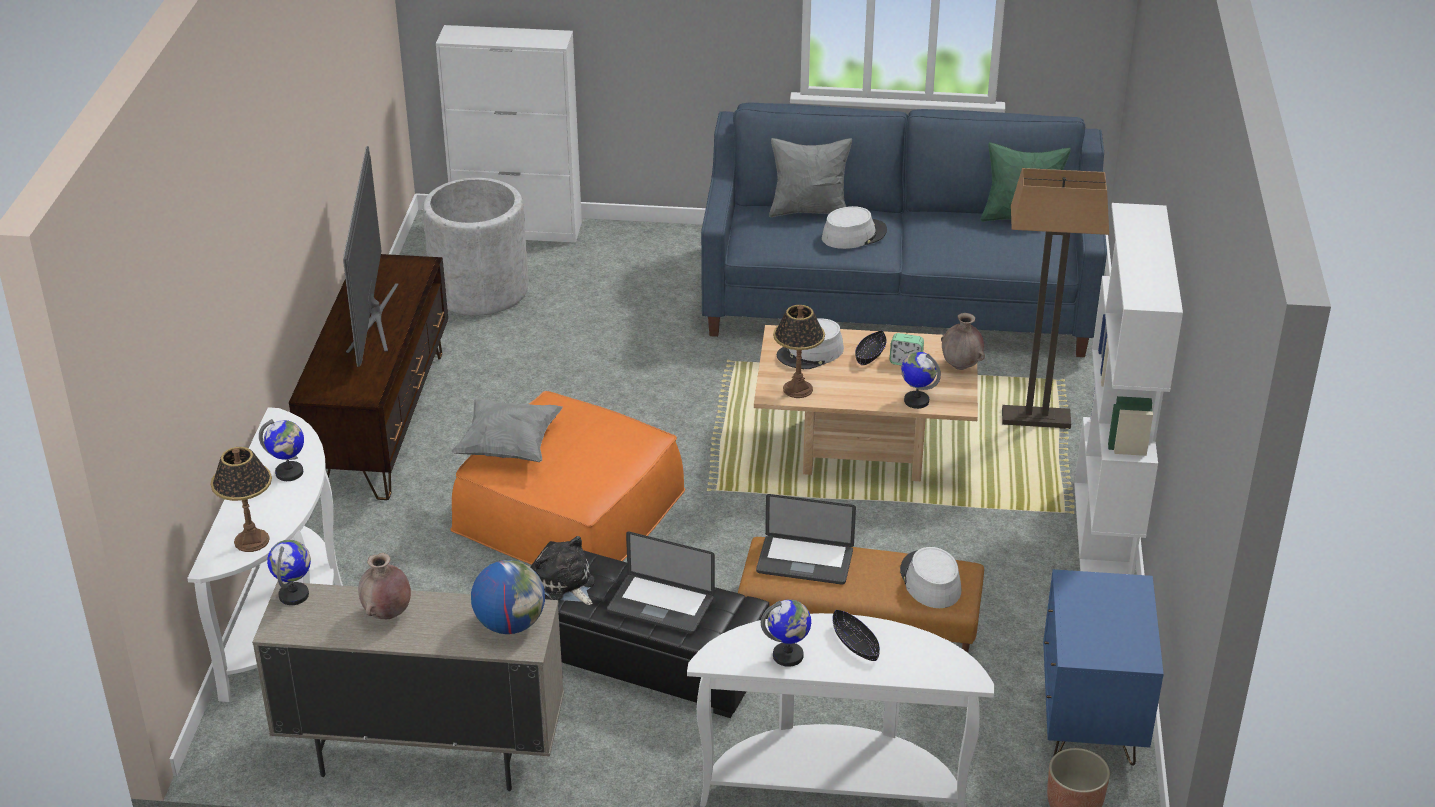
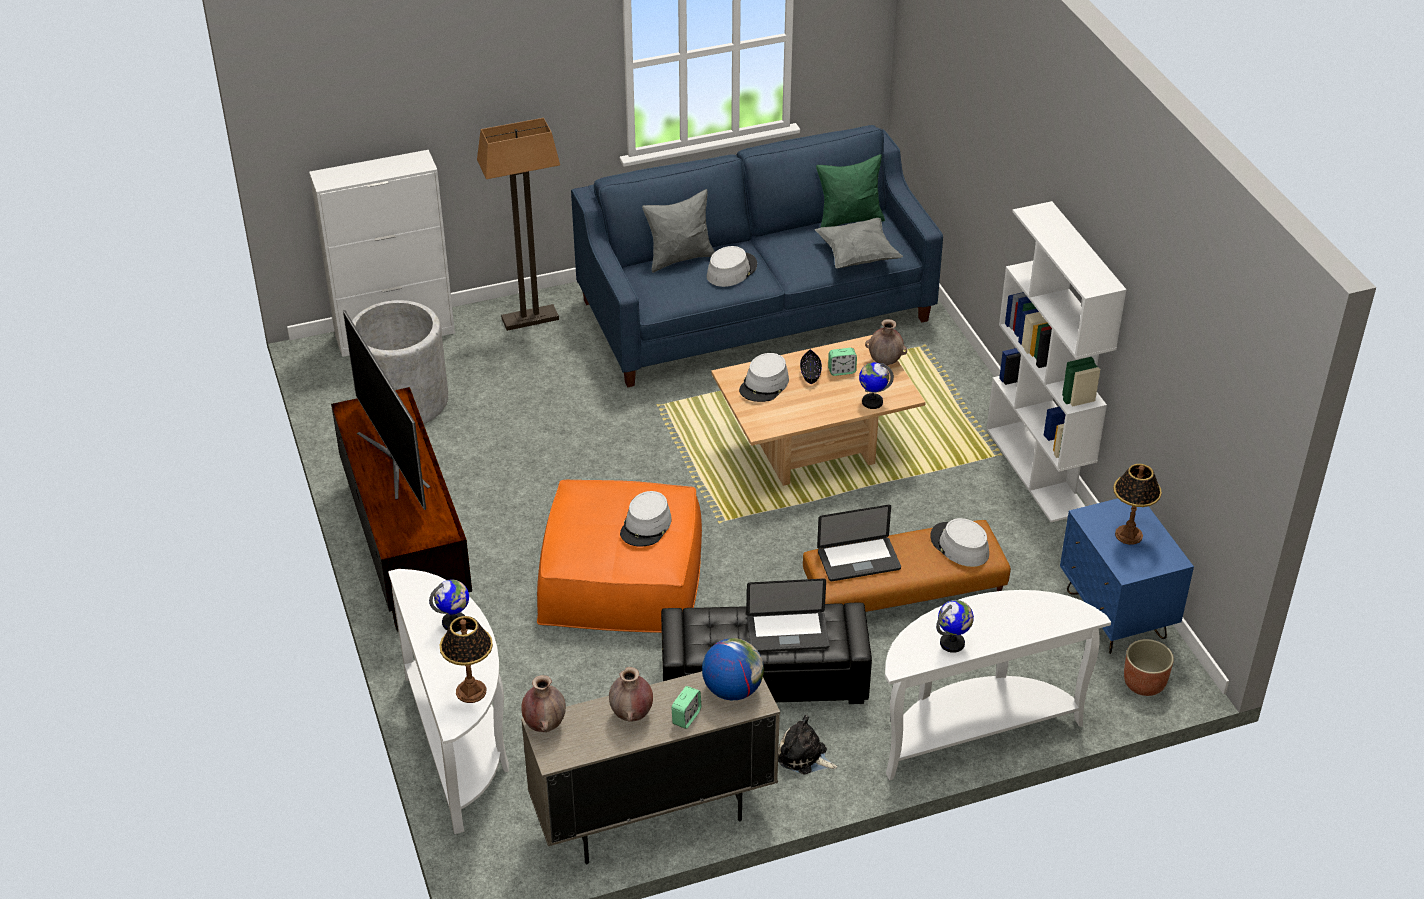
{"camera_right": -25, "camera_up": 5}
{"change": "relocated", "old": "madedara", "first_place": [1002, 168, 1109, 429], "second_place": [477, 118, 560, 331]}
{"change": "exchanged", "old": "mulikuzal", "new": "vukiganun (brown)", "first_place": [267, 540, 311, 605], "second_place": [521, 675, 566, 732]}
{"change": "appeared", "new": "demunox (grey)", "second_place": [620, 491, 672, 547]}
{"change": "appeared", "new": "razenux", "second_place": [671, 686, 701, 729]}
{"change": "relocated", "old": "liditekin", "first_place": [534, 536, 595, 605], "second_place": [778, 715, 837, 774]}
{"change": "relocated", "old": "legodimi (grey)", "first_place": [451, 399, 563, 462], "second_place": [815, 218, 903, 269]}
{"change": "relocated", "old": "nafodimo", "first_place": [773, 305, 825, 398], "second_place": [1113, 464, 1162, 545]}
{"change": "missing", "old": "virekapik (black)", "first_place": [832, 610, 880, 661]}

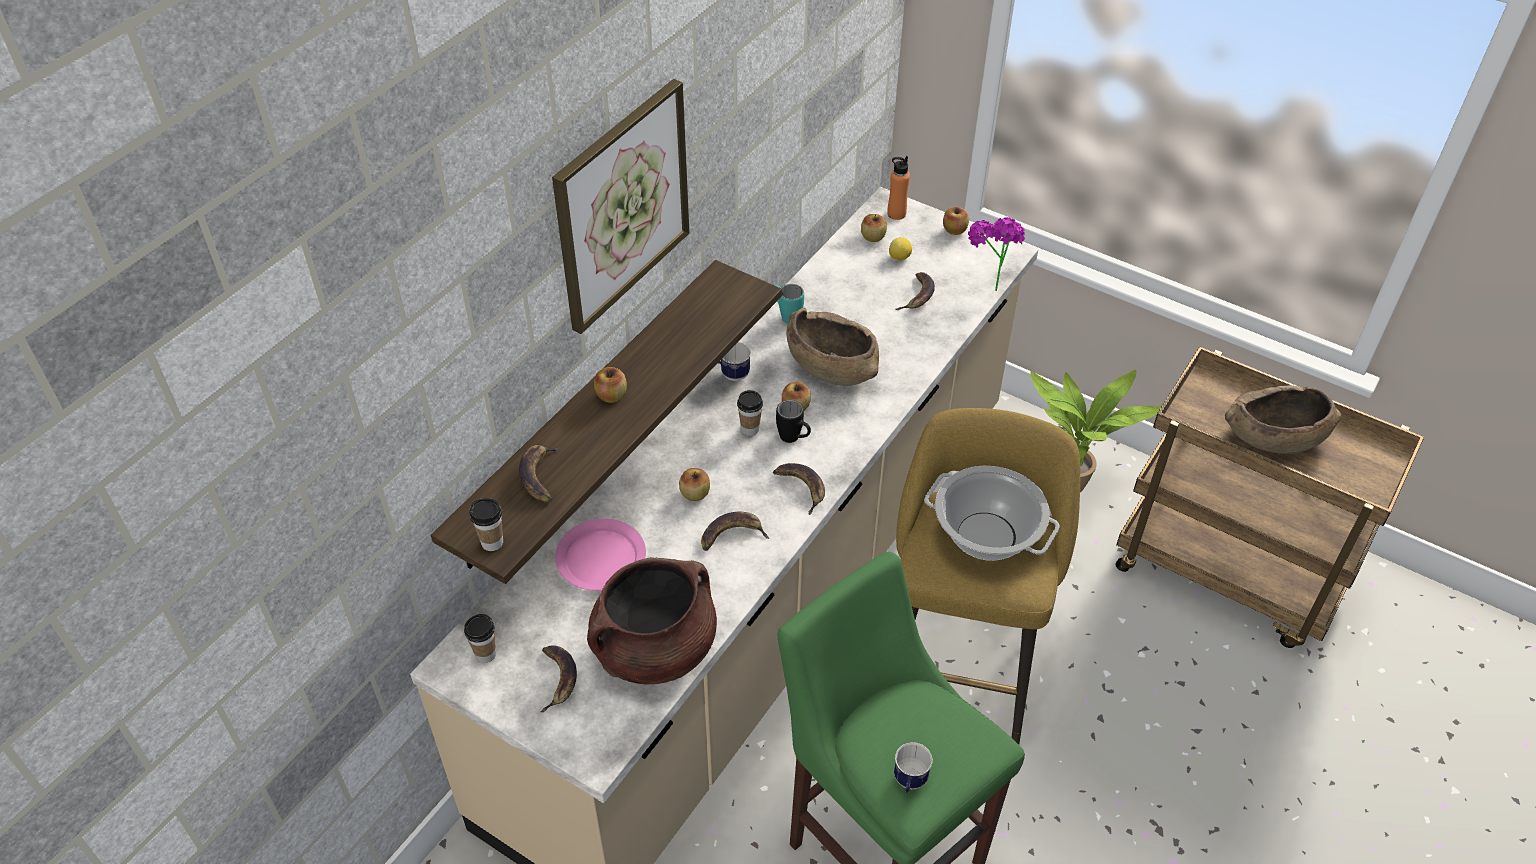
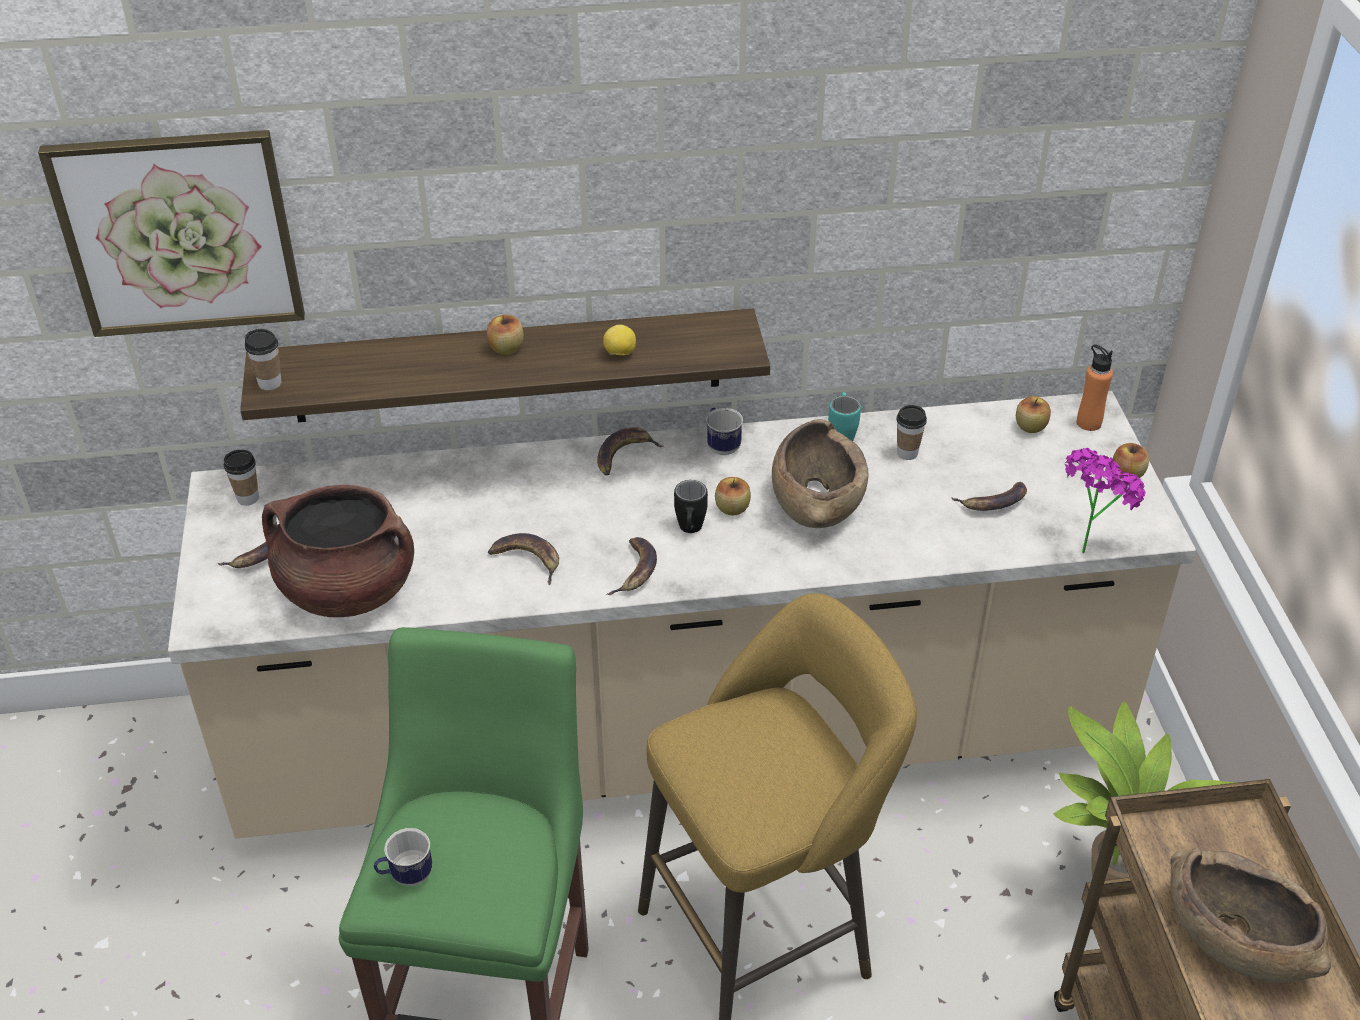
{"camera_right": 50, "camera_up": -5}
{"change": "relocated", "old": "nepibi", "first_place": [552, 79, 689, 334], "second_place": [38, 130, 305, 337]}
{"change": "relocated", "old": "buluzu", "first_place": [519, 445, 560, 502], "second_place": [597, 427, 663, 475]}
{"change": "relocated", "old": "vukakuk", "first_place": [889, 237, 912, 261], "second_place": [603, 325, 636, 355]}
{"change": "relocated", "old": "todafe", "first_place": [737, 390, 763, 436], "second_place": [896, 405, 927, 460]}
{"change": "missing", "old": "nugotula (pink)", "first_place": [555, 518, 646, 591]}
{"change": "missing", "old": "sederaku", "first_place": [679, 468, 710, 501]}
{"change": "missing", "old": "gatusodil", "first_place": [924, 466, 1060, 561]}

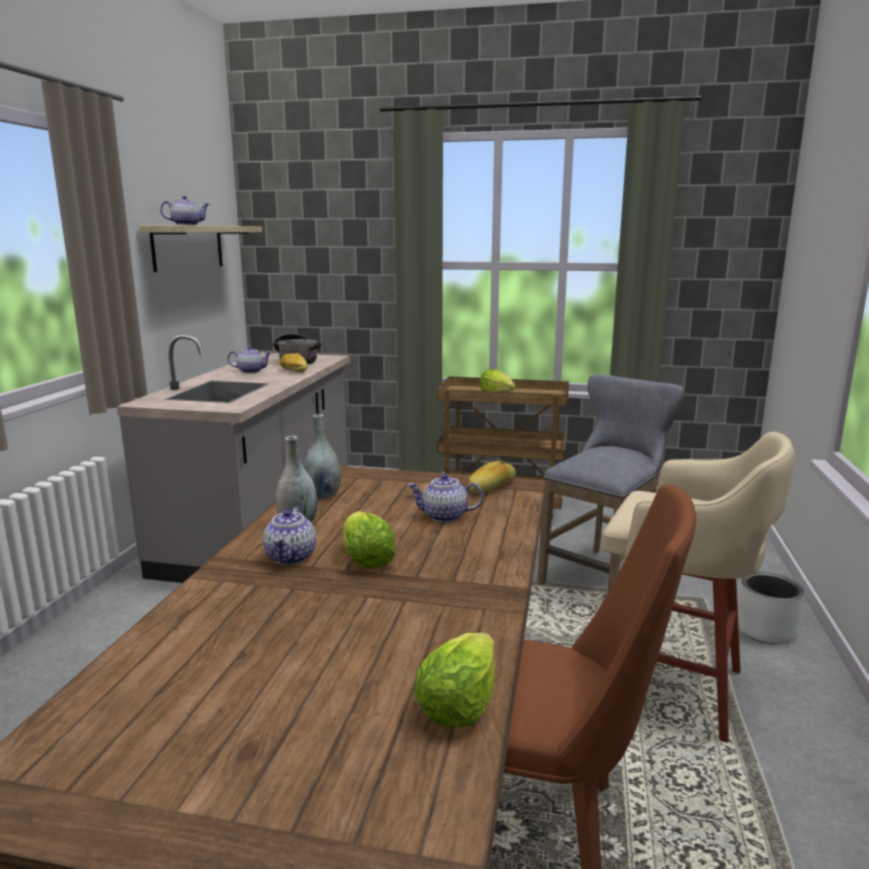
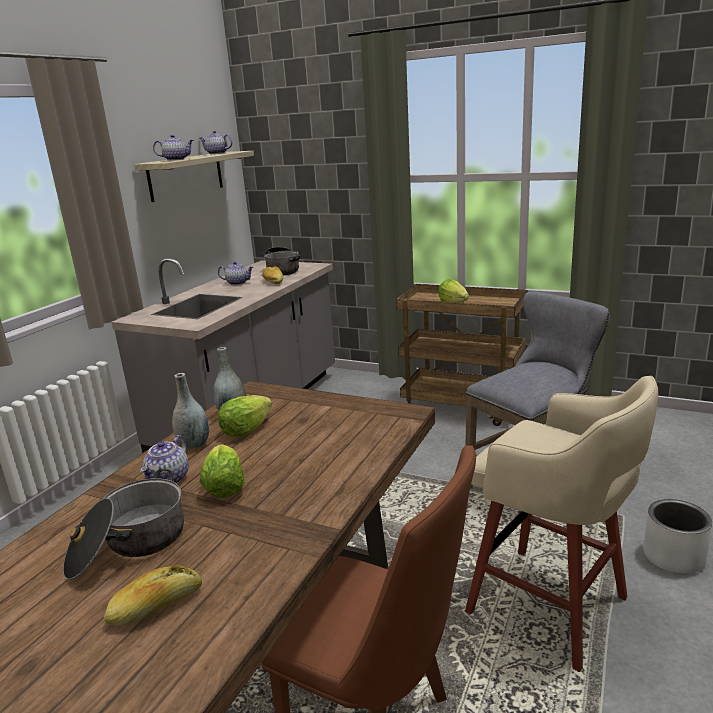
{"camera_right": 15, "camera_up": 5}
{"change": "appeared", "new": "gatusodil", "second_place": [63, 469, 184, 580]}
{"change": "relocated", "old": "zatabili", "first_place": [469, 460, 516, 494], "second_place": [104, 565, 202, 626]}
{"change": "relocated", "old": "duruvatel", "first_place": [407, 474, 483, 522], "second_place": [199, 131, 232, 154]}
{"change": "relocated", "old": "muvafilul", "first_place": [414, 633, 495, 728], "second_place": [218, 395, 272, 437]}

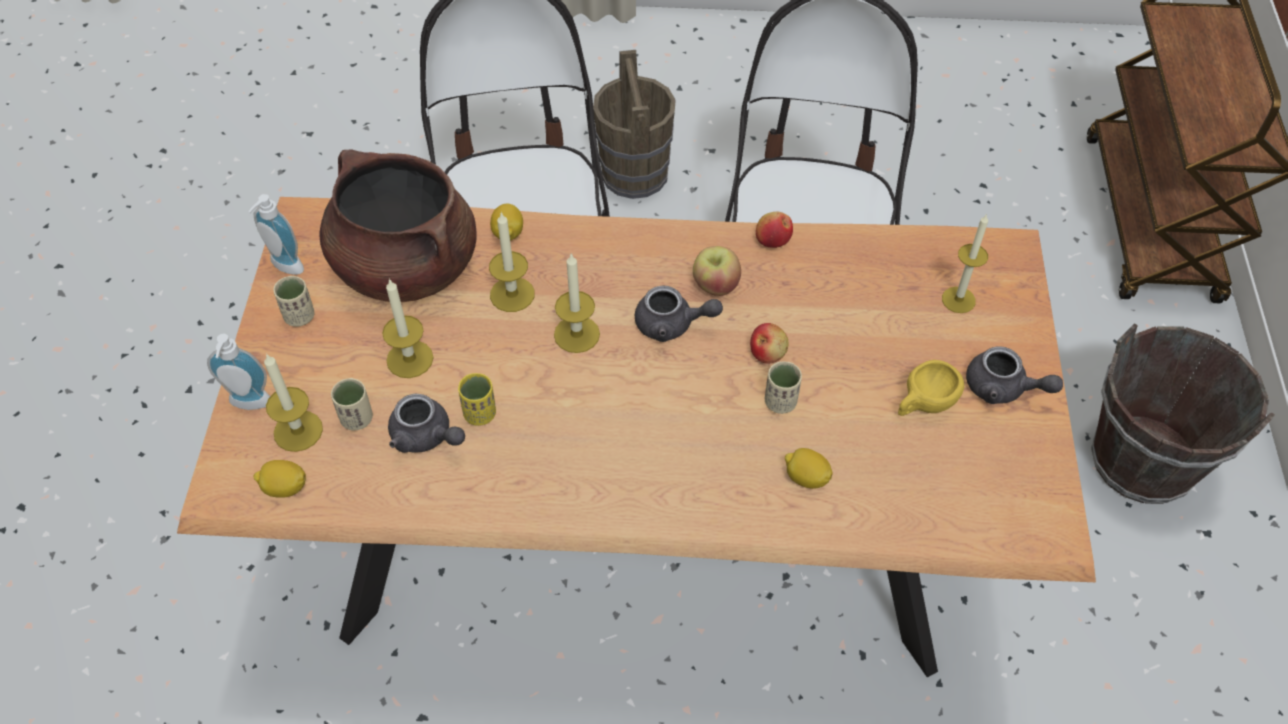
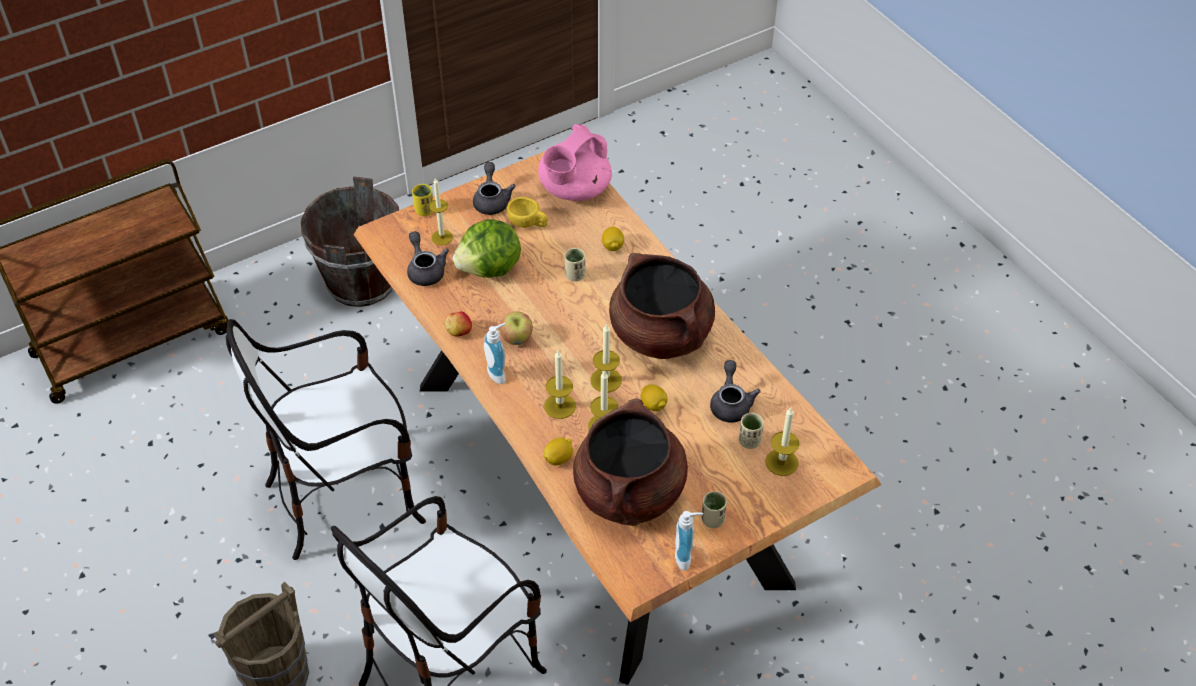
{"camera_right": -125, "camera_up": -5}
{"change": "relocated", "old": "duruvatel (grey)", "first_place": [635, 286, 723, 342], "second_place": [407, 231, 449, 286]}
{"change": "relocated", "old": "todafe (yellow)", "first_place": [458, 373, 496, 426], "second_place": [412, 184, 433, 216]}
{"change": "appeared", "new": "muvafilul", "second_place": [452, 219, 521, 278]}
{"change": "relocated", "old": "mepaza", "first_place": [207, 334, 270, 410], "second_place": [484, 323, 506, 384]}
{"change": "appeared", "new": "duruvatel (pink)", "second_place": [538, 124, 612, 201]}
{"change": "relocated", "old": "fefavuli", "first_place": [382, 279, 433, 378], "second_place": [544, 351, 576, 419]}
{"change": "appeared", "new": "gatusodil (brown)", "second_place": [609, 253, 715, 359]}
{"change": "relocated", "old": "vukakuk", "first_place": [254, 460, 306, 498], "second_place": [640, 384, 667, 411]}
{"change": "missing", "old": "sederaku", "first_place": [750, 323, 789, 364]}

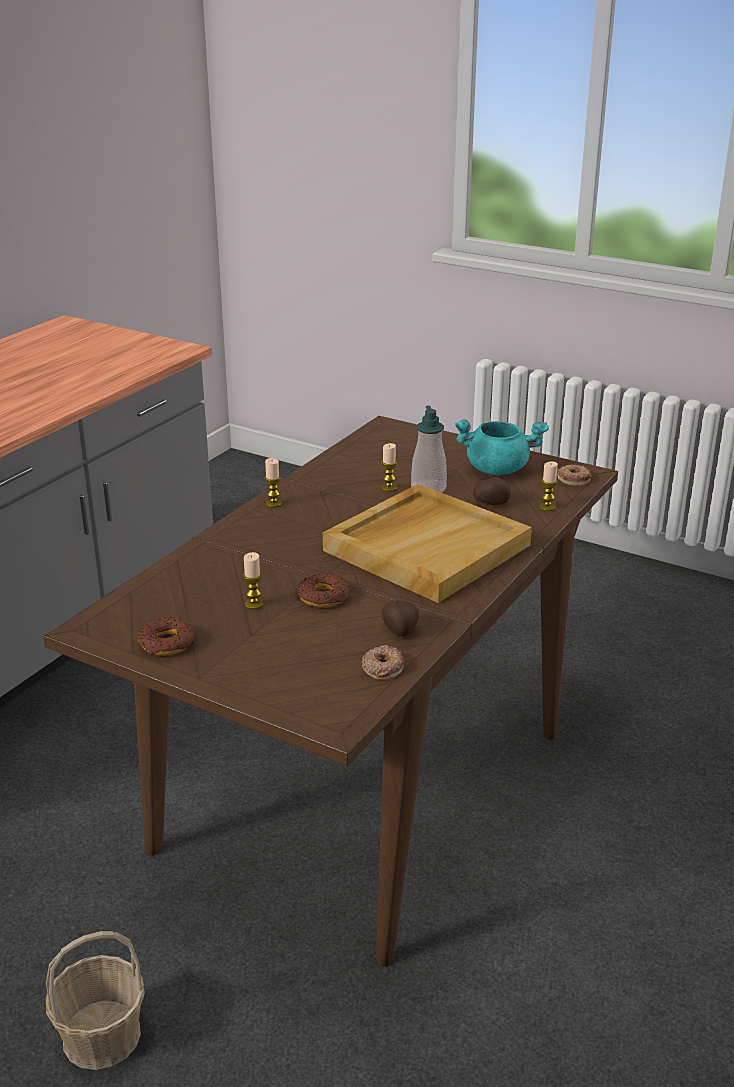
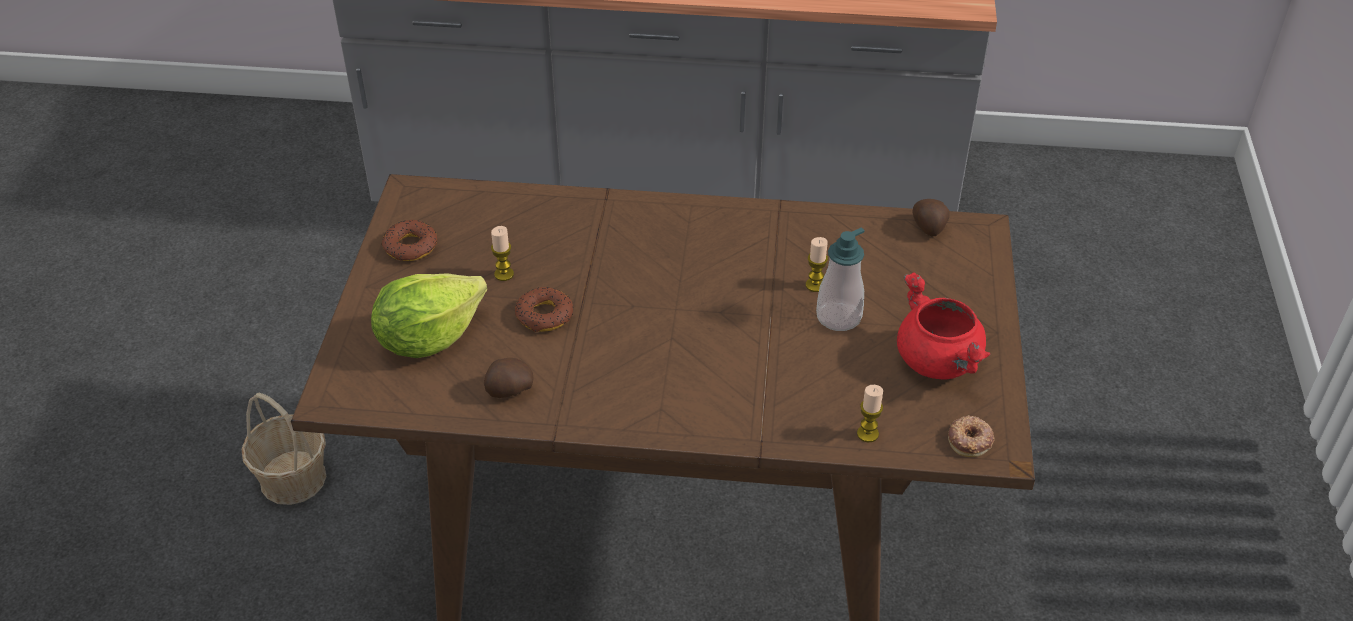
{"camera_right": 65, "camera_up": 15}
{"change": "appeared", "new": "muvafilul", "second_place": [371, 273, 487, 358]}
{"change": "colour", "old": "gatusodil (turquoise)", "new": "gatusodil (red)", "first_place": [454, 419, 549, 475], "second_place": [897, 272, 991, 379]}
{"change": "relocated", "old": "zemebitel", "first_place": [473, 477, 511, 505], "second_place": [912, 199, 950, 236]}
{"change": "missing", "old": "fefavuli", "first_place": [264, 458, 282, 508]}
{"change": "missing", "old": "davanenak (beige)", "first_place": [323, 484, 532, 603]}
{"change": "missing", "old": "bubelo", "first_place": [362, 645, 404, 680]}

